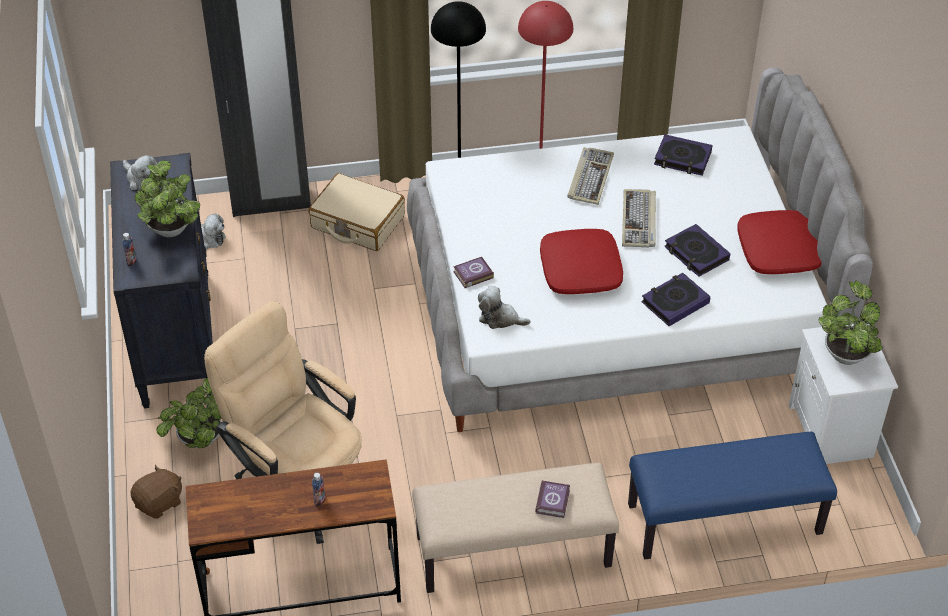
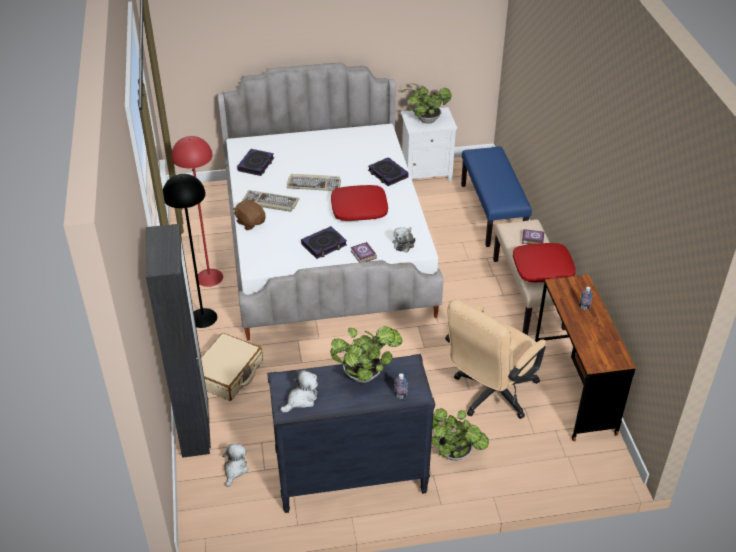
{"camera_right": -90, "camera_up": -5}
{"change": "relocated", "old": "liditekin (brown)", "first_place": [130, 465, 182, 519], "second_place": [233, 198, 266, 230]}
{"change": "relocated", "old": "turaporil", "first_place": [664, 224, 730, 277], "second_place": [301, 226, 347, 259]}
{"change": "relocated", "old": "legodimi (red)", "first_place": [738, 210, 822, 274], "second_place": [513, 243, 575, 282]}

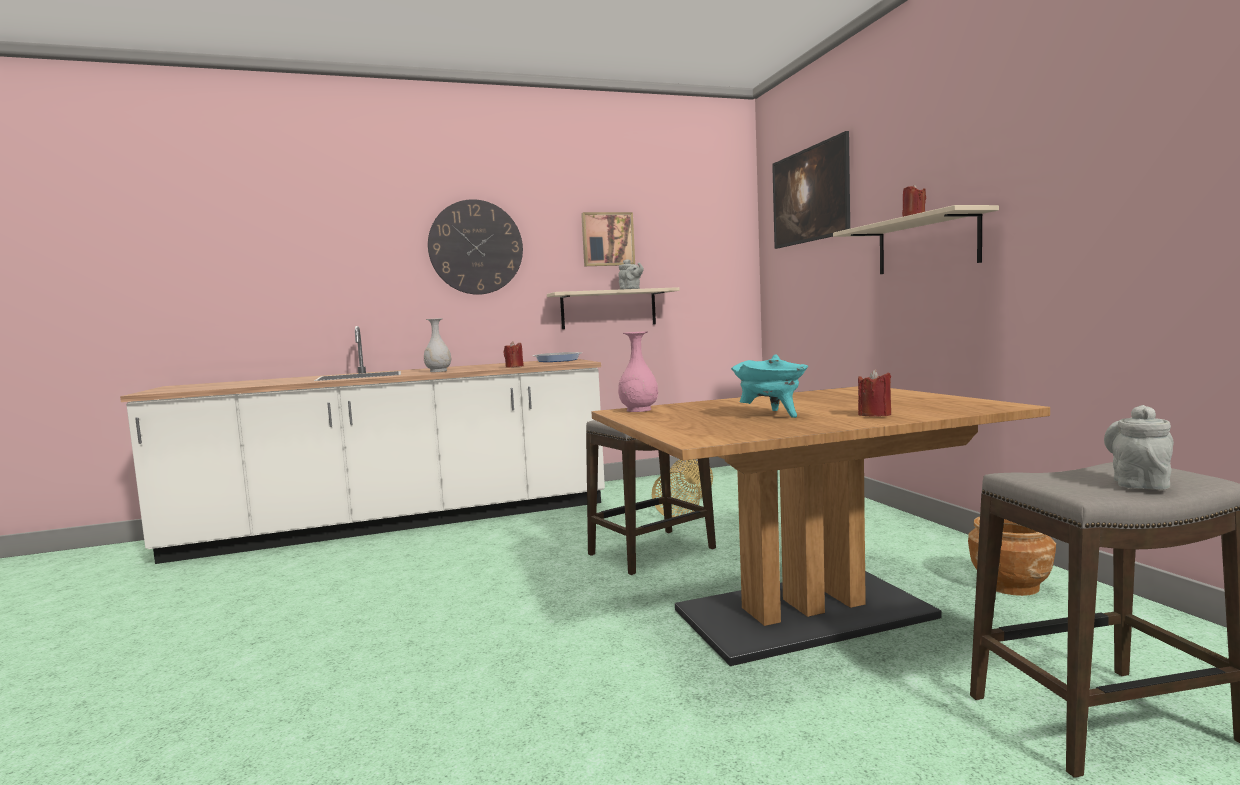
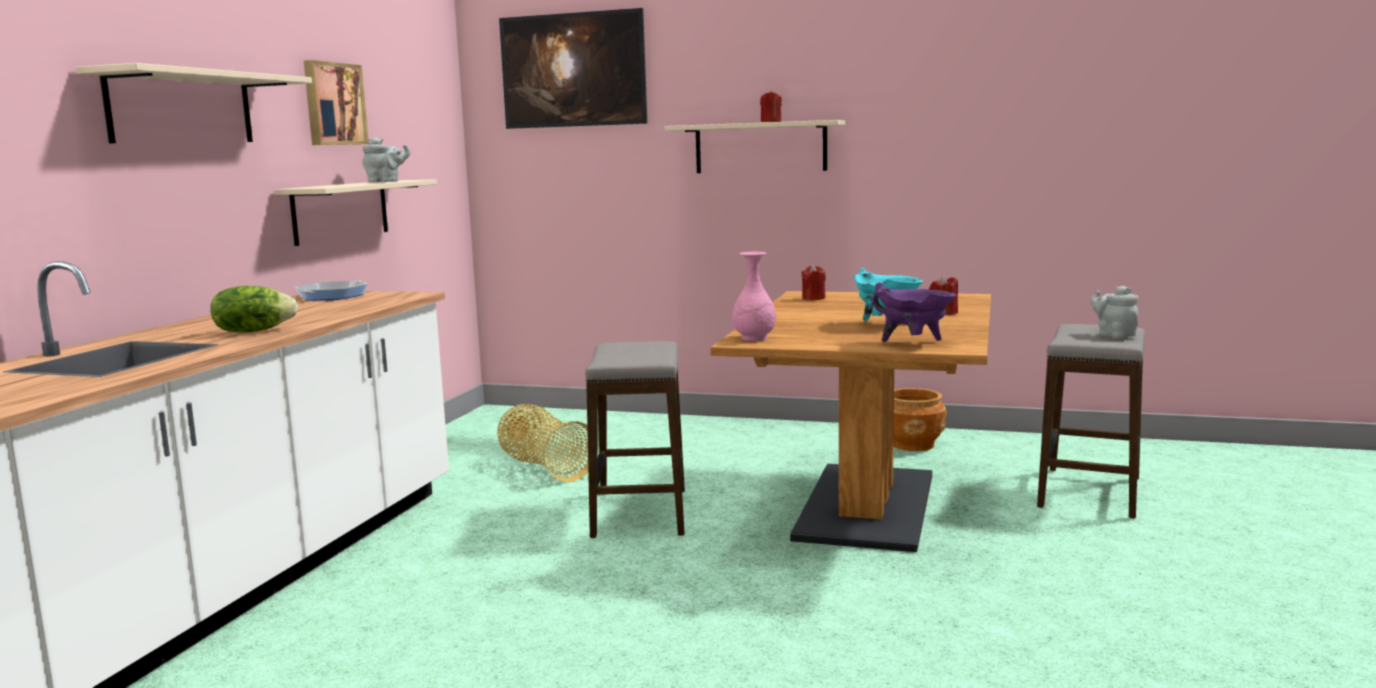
{"camera_right": -55, "camera_up": 5}
{"change": "exchanged", "old": "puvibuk", "new": "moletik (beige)", "first_place": [428, 199, 523, 295], "second_place": [75, 63, 312, 143]}
{"change": "exchanged", "old": "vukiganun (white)", "new": "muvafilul", "first_place": [424, 318, 452, 372], "second_place": [211, 286, 298, 333]}
{"change": "relocated", "old": "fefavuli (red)", "first_place": [504, 341, 524, 368], "second_place": [802, 264, 826, 300]}
{"change": "appeared", "new": "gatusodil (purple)", "second_place": [872, 282, 956, 342]}

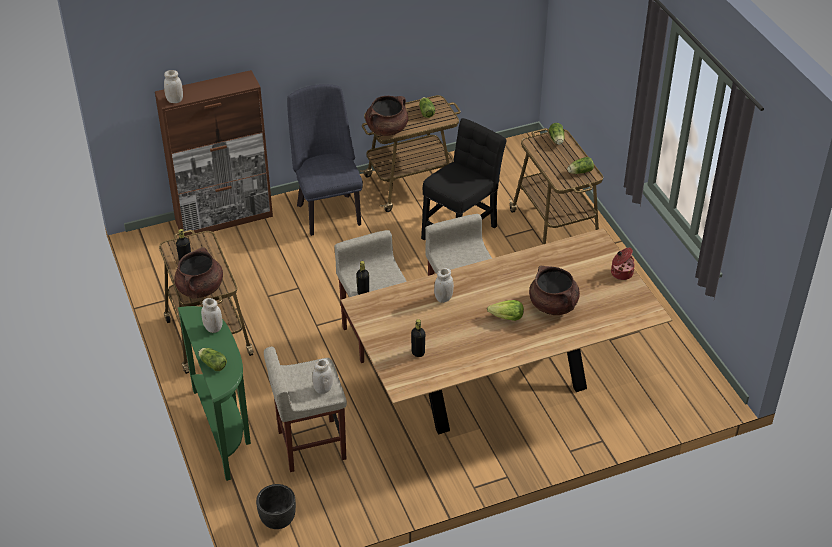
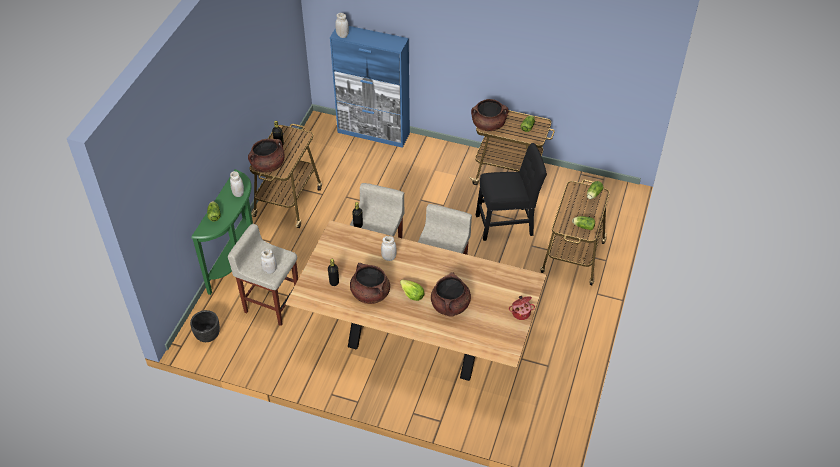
{"camera_right": 40, "camera_up": 5}
{"change": "colour", "old": "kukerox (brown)", "new": "kukerox (blue)", "first_place": [155, 70, 273, 236], "second_place": [330, 26, 410, 148]}
{"change": "appeared", "new": "gatusodil (brown)", "second_place": [350, 263, 390, 304]}
{"change": "missing", "old": "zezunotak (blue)", "first_place": [287, 84, 363, 236]}

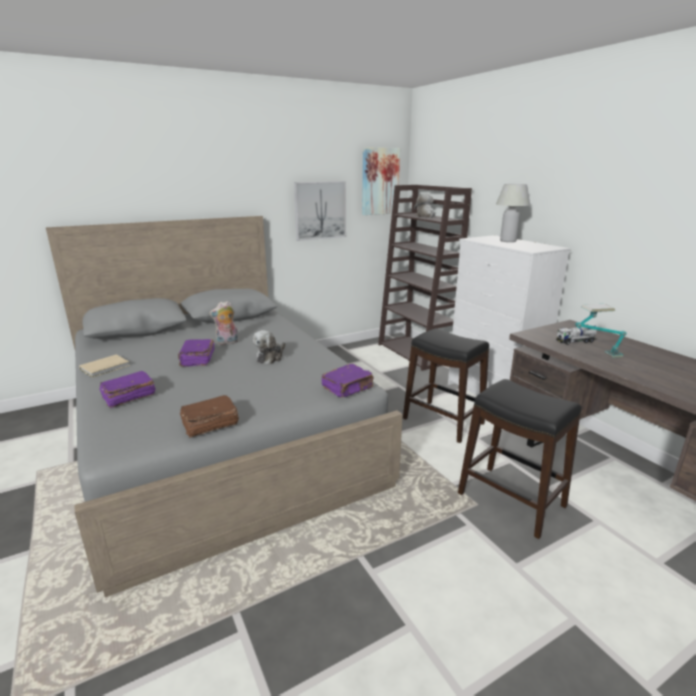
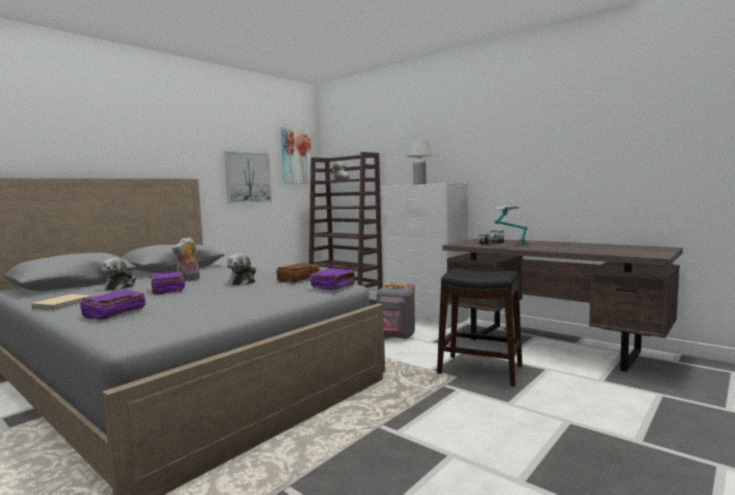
{"camera_right": -20, "camera_up": -15}
{"change": "appeared", "new": "liditekin", "second_place": [101, 258, 136, 290]}
{"change": "relocated", "old": "turaporil (brown)", "first_place": [180, 395, 239, 438], "second_place": [276, 263, 320, 284]}
{"change": "exchanged", "old": "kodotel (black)", "new": "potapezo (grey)", "first_place": [403, 328, 489, 443], "second_place": [377, 282, 415, 339]}

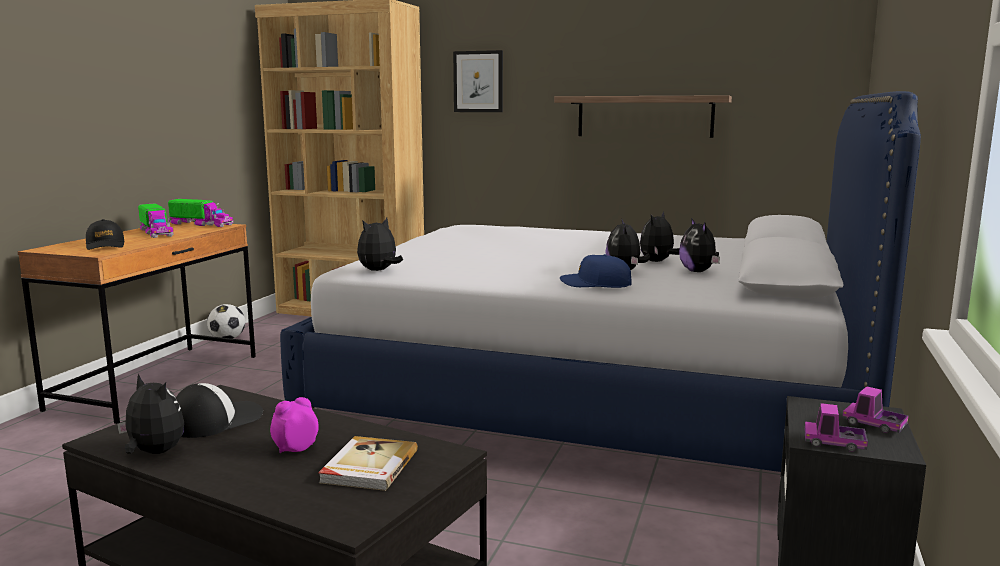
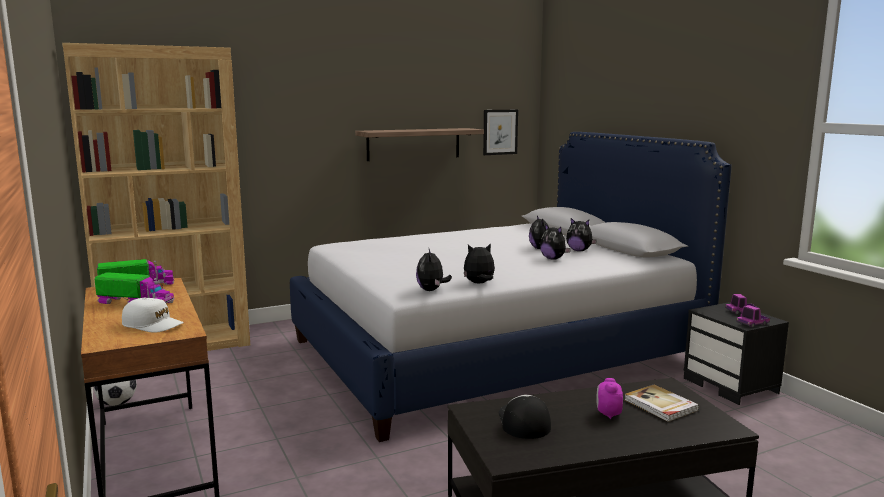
{"camera_right": -45, "camera_up": 0}
{"change": "colour", "old": "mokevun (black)", "new": "mokevun (white)", "first_place": [86, 219, 125, 250], "second_place": [122, 298, 184, 333]}
{"change": "relocated", "old": "liditekin", "first_place": [117, 373, 184, 454], "second_place": [464, 243, 495, 283]}
{"change": "relocated", "old": "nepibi", "first_place": [453, 50, 503, 112], "second_place": [483, 110, 518, 155]}
{"change": "missing", "old": "mokevun (blue)", "first_place": [560, 254, 632, 288]}

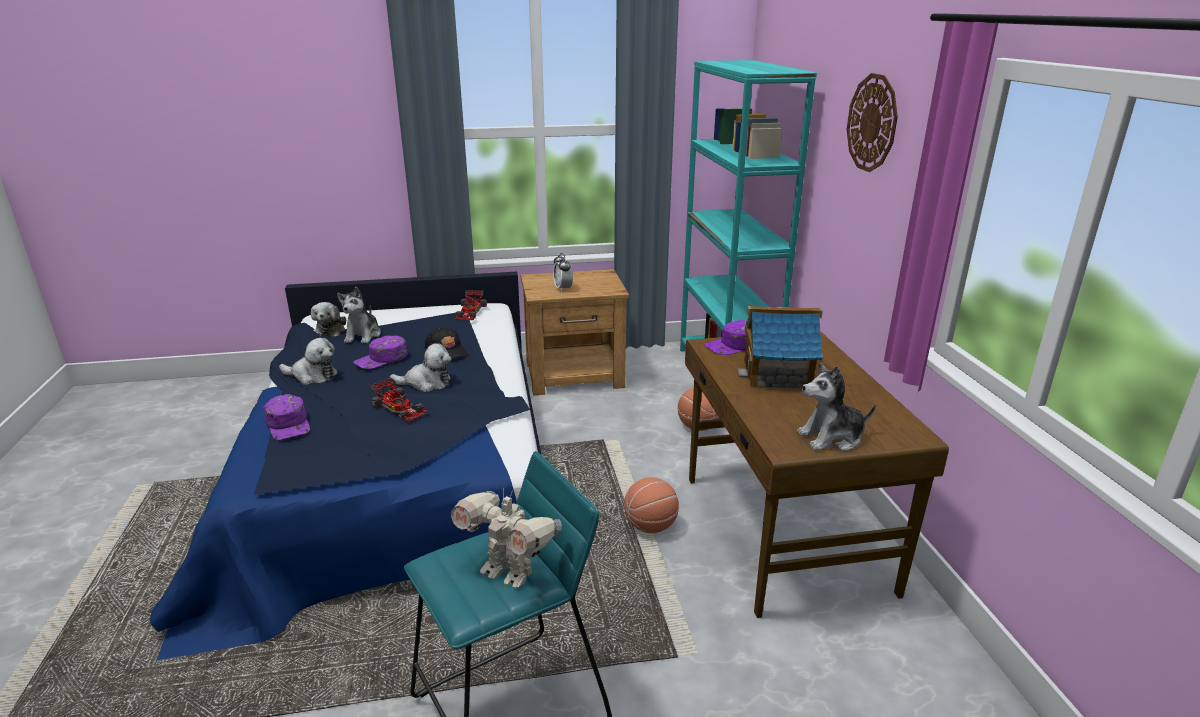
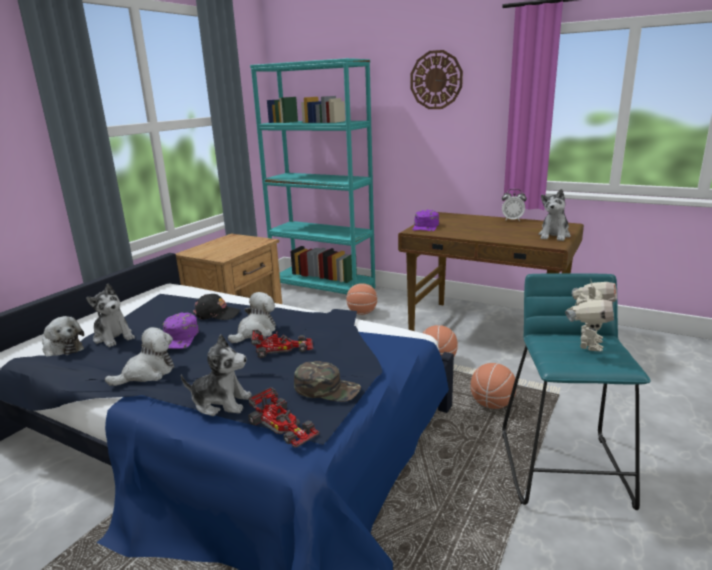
{"camera_right": -50, "camera_up": -5}
{"change": "exchanged", "old": "mokevun (purple)", "new": "liditekin", "first_place": [264, 394, 310, 440], "second_place": [181, 334, 252, 416]}
{"change": "relocated", "old": "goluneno", "first_place": [454, 290, 487, 320], "second_place": [248, 387, 320, 448]}
{"change": "appeared", "new": "mokevun (green)", "second_place": [294, 361, 361, 402]}
{"change": "appeared", "new": "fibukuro", "second_place": [471, 363, 516, 409]}
{"change": "relocated", "old": "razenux", "first_place": [553, 253, 573, 292], "second_place": [502, 189, 527, 221]}
{"change": "spun", "old": "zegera", "first_place": [451, 488, 562, 588], "second_place": [565, 278, 617, 352], "degrees": -45}
{"change": "missing", "old": "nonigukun", "first_place": [737, 306, 823, 388]}

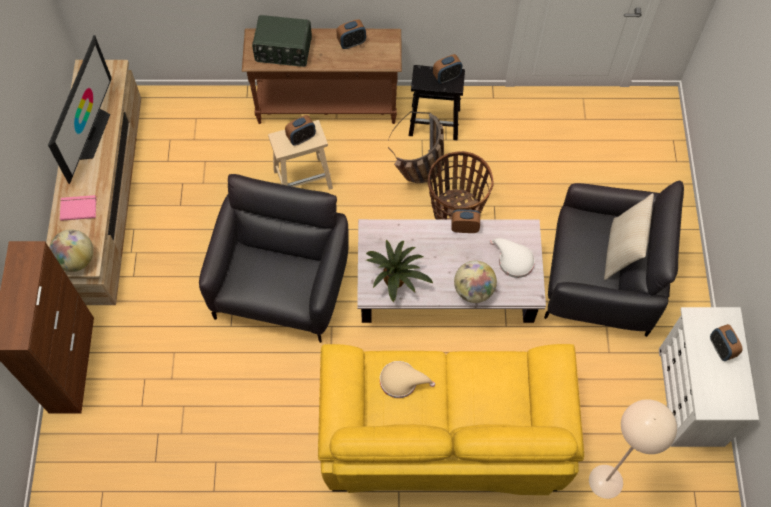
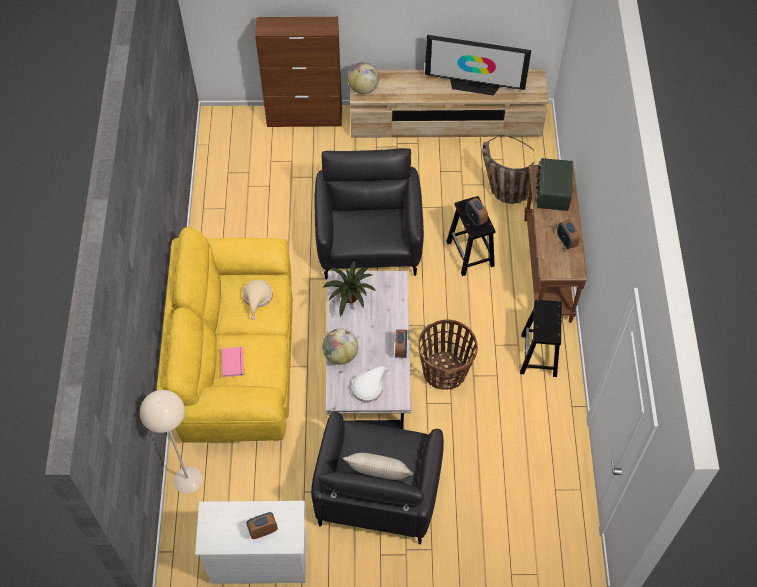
{"camera_right": 90, "camera_up": -5}
{"change": "relocated", "old": "turaporil (pink)", "first_place": [60, 195, 96, 221], "second_place": [222, 347, 244, 377]}
{"change": "spun", "old": "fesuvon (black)", "first_place": [199, 174, 349, 343], "second_place": [314, 148, 424, 279], "degrees": -105}
{"change": "colour", "old": "kodotel (beige)", "new": "kodotel (black)", "first_place": [268, 120, 333, 190], "second_place": [446, 196, 496, 276]}
{"change": "relocated", "old": "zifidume", "first_place": [388, 111, 444, 183], "second_place": [482, 135, 534, 204]}
{"change": "missing", "old": "razenux", "first_place": [433, 54, 462, 84]}

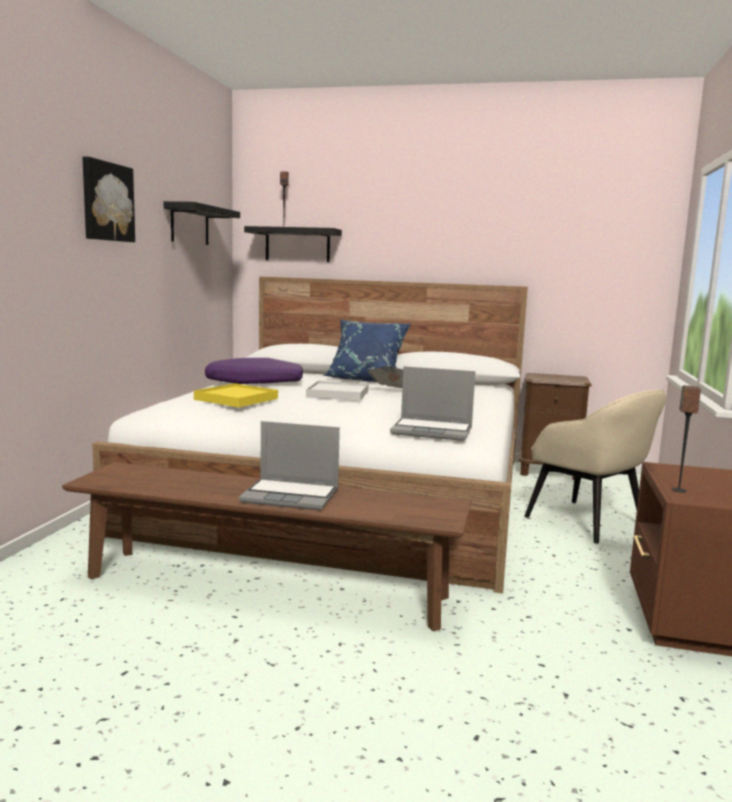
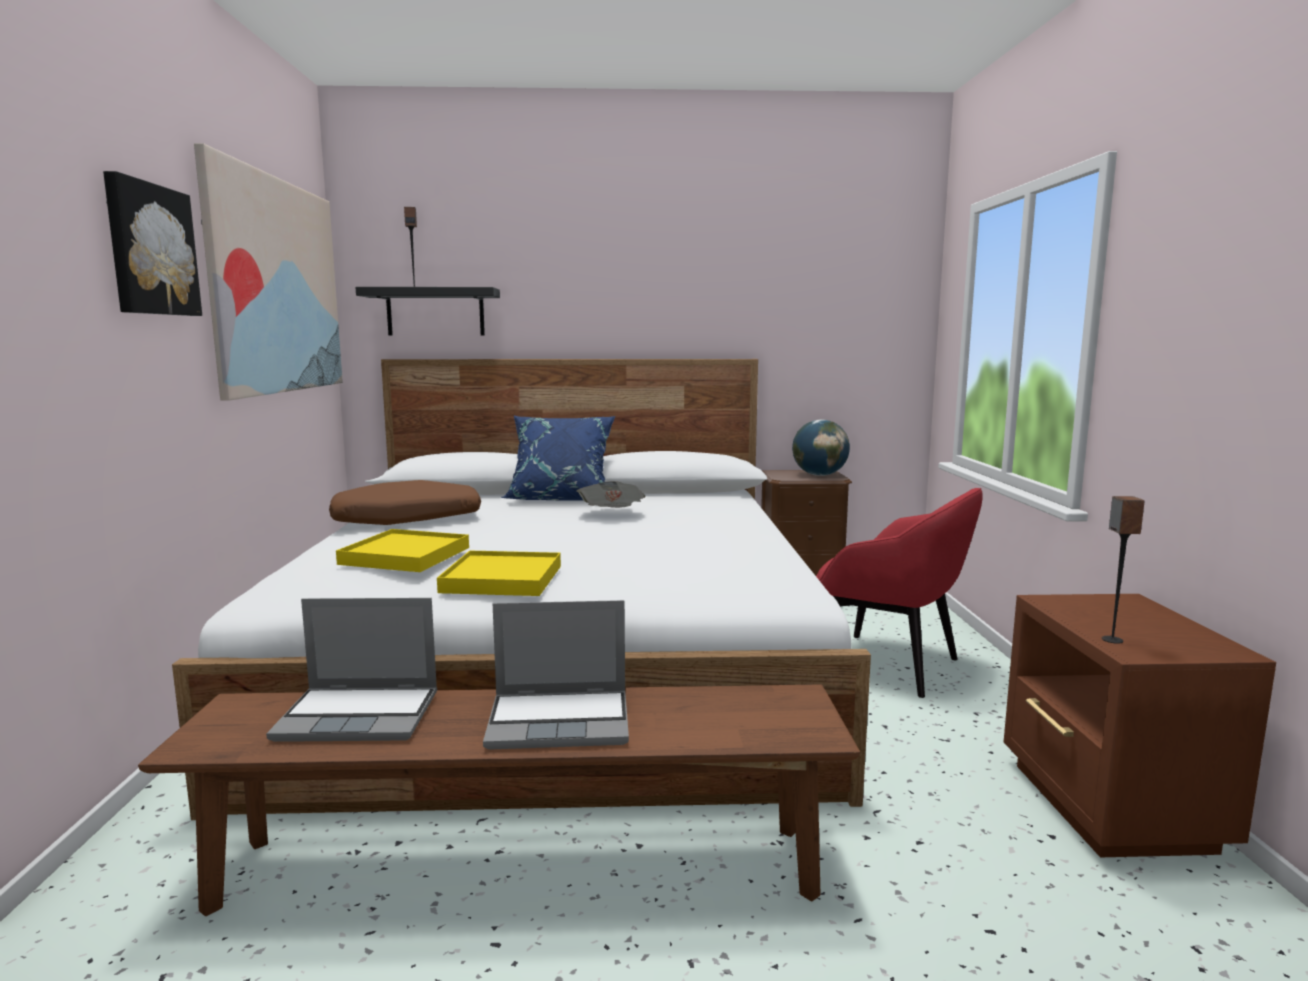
{"camera_right": -15, "camera_up": 0}
{"change": "exchanged", "old": "moletik (black)", "new": "nepibi", "first_place": [164, 201, 240, 245], "second_place": [194, 143, 343, 400]}
{"change": "relocated", "old": "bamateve", "first_place": [390, 366, 475, 441], "second_place": [266, 598, 437, 742]}
{"change": "colour", "old": "legodimi (purple)", "new": "legodimi (brown)", "first_place": [205, 358, 303, 384], "second_place": [329, 480, 481, 525]}
{"change": "appeared", "new": "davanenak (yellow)", "second_place": [437, 551, 561, 596]}
{"change": "appeared", "new": "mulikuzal", "second_place": [792, 420, 850, 476]}
{"change": "colour", "old": "fesuvon (beige)", "new": "fesuvon (red)", "first_place": [524, 390, 666, 544], "second_place": [816, 488, 983, 698]}
{"change": "missing", "old": "davanenak (white)", "first_place": [306, 381, 369, 401]}

